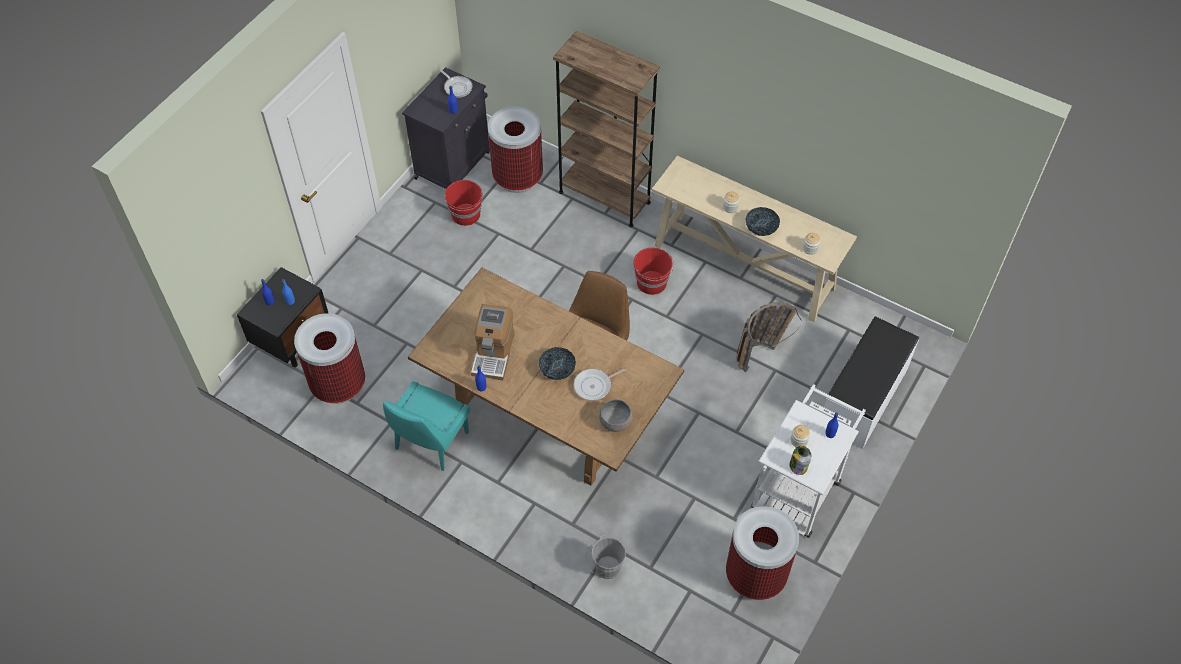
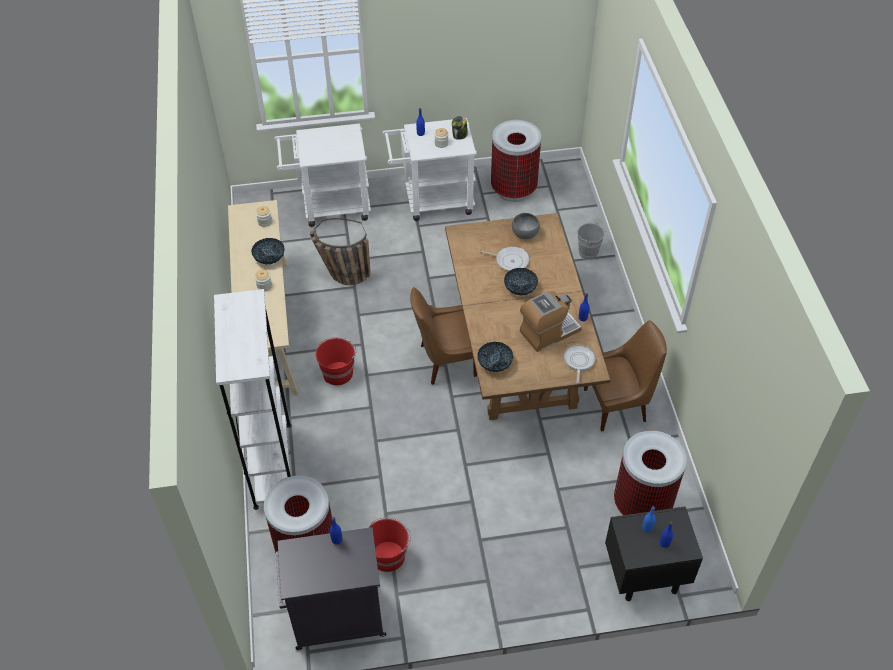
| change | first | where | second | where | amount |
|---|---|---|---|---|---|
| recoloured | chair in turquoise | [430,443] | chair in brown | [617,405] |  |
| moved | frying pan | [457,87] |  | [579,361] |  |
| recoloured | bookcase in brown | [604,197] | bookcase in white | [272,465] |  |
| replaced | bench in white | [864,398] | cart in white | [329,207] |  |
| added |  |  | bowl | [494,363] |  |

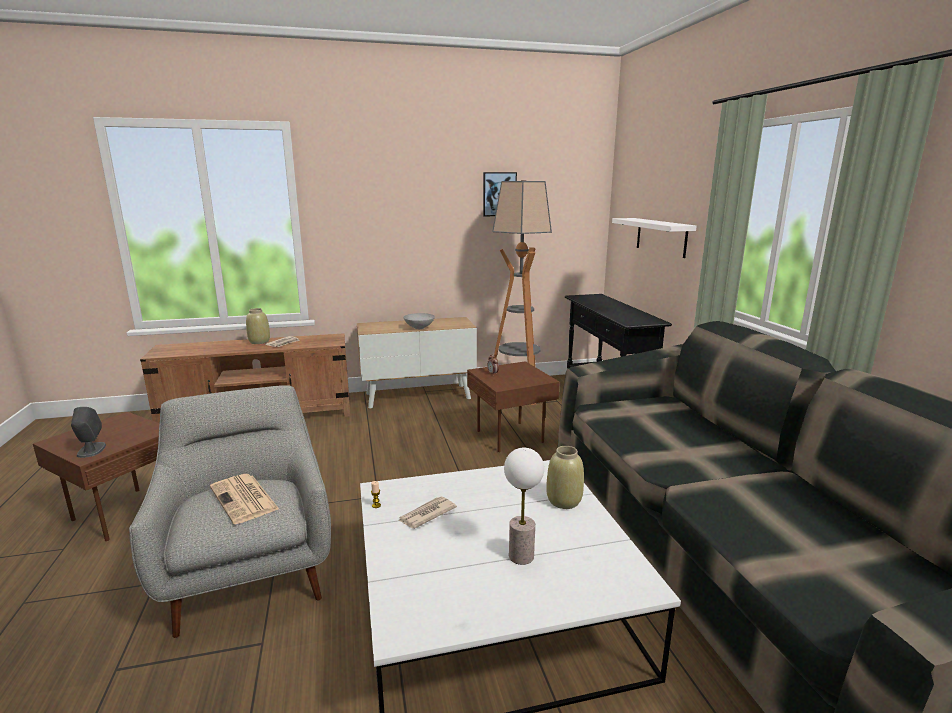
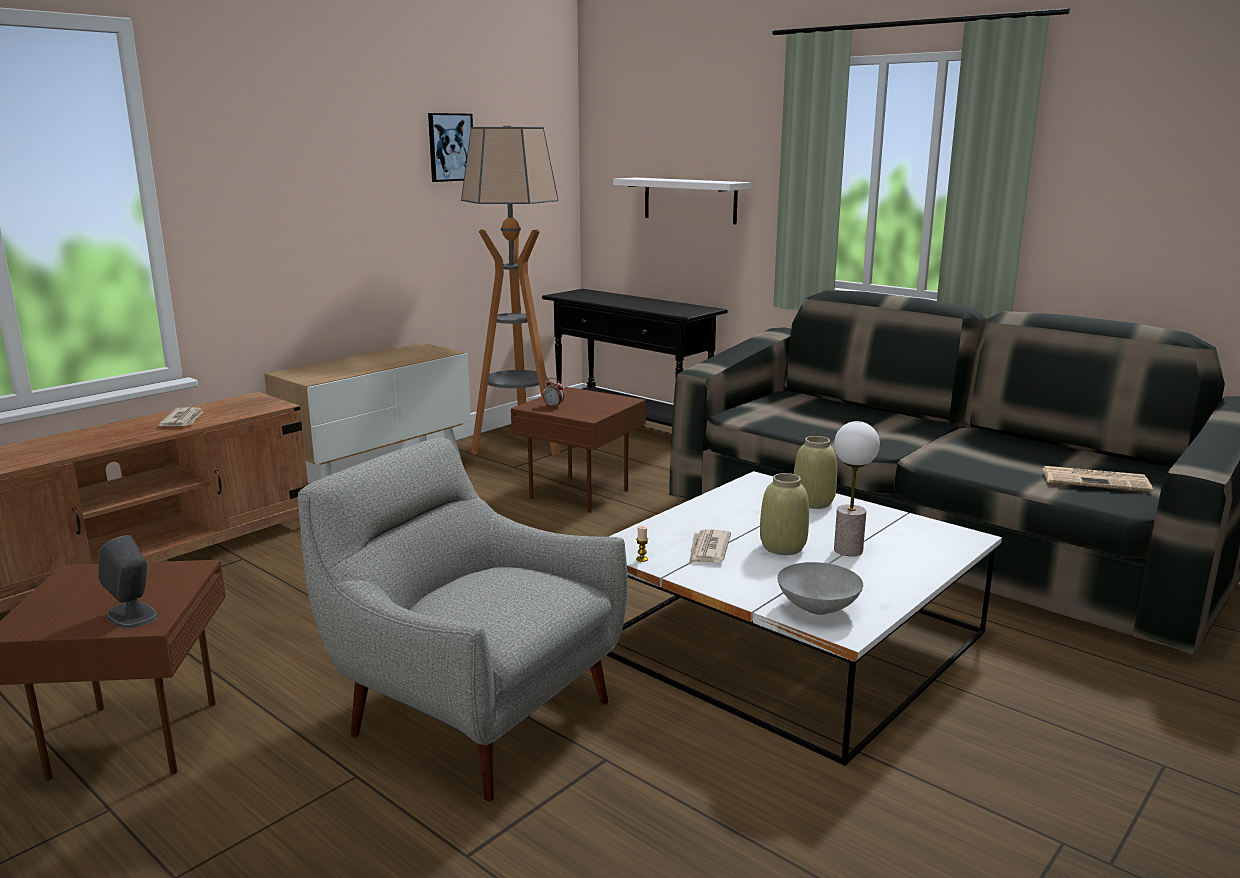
| change | first | where | second | where | amount |
|---|---|---|---|---|---|
| moved | newspaper | [244,499] |  | [1096,480] |  |
| moved | vase in beige | [259,342] |  | [783,547] |  |
| moved | bowl in grey | [418,328] |  | [816,609] |  |

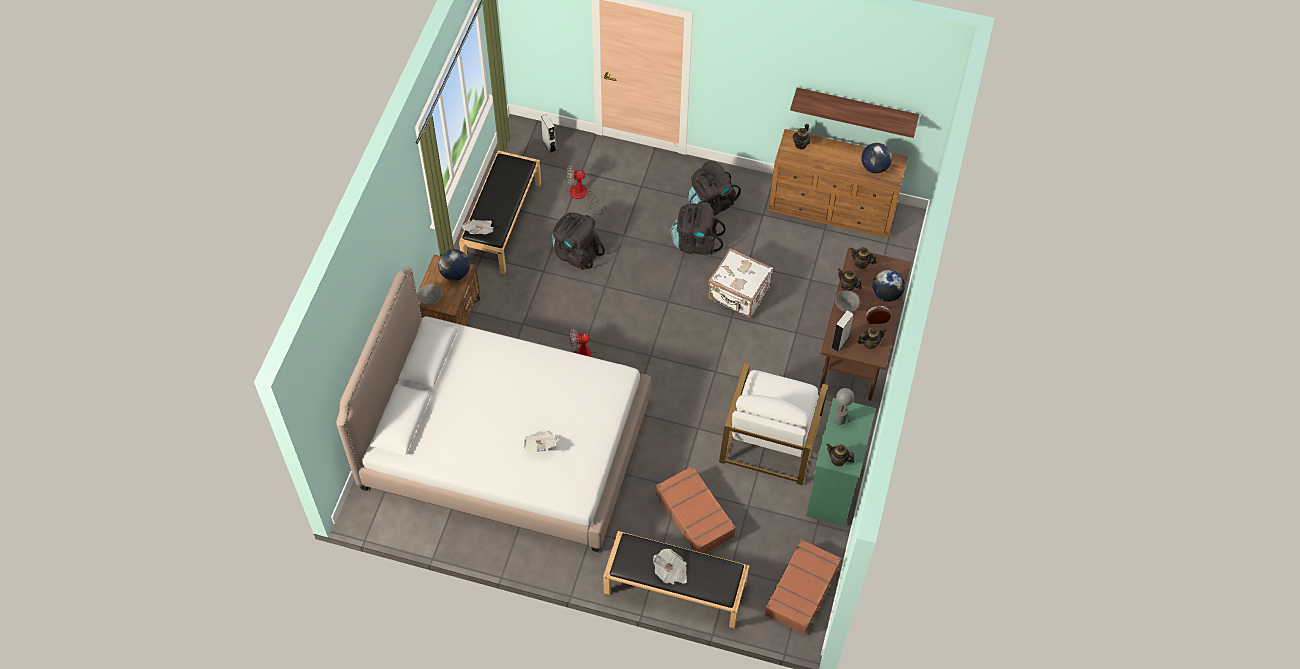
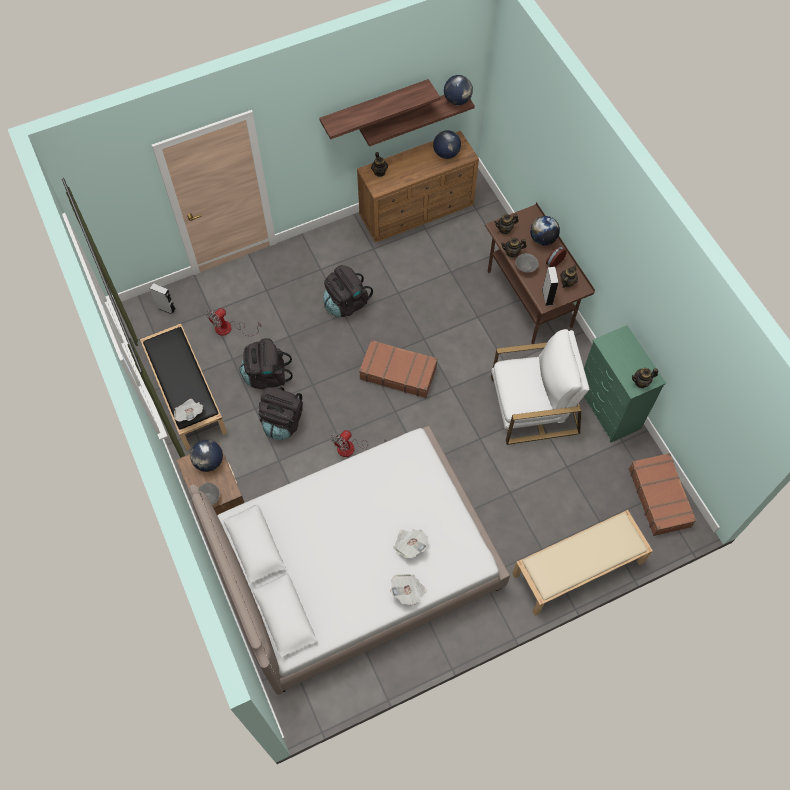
| change | first | where | second | where | amount |
|---|---|---|---|---|---|
| recoloured | bench in black | [674,588] | bench in beige | [577,569] |  |
| moved | newspaper | [671,572] |  | [408,591] |  |
| moved | suitcase in brown | [695,515] |  | [398,372] |  |
| moved | backpack in black | [711,203] |  | [283,421] |  |
| removed | suitcase in white | [738,294] |  |  |  |
| turned | armchair in white | [770,437] |  | [533,405] | 75 degrees counterclockwise |
| removed | table lamp in grey | [839,419] |  |  |  |
| added |  |  | shelf | [374,106] |  |
| added |  |  | globe | [457,100] |  |

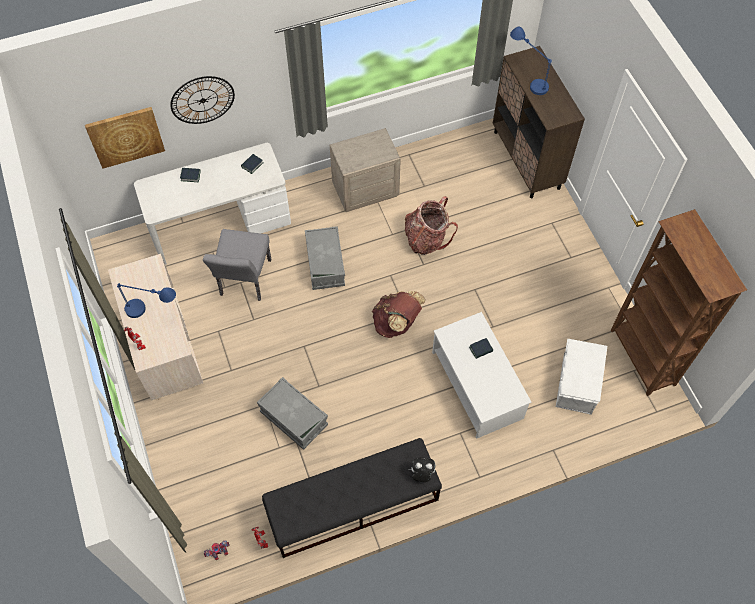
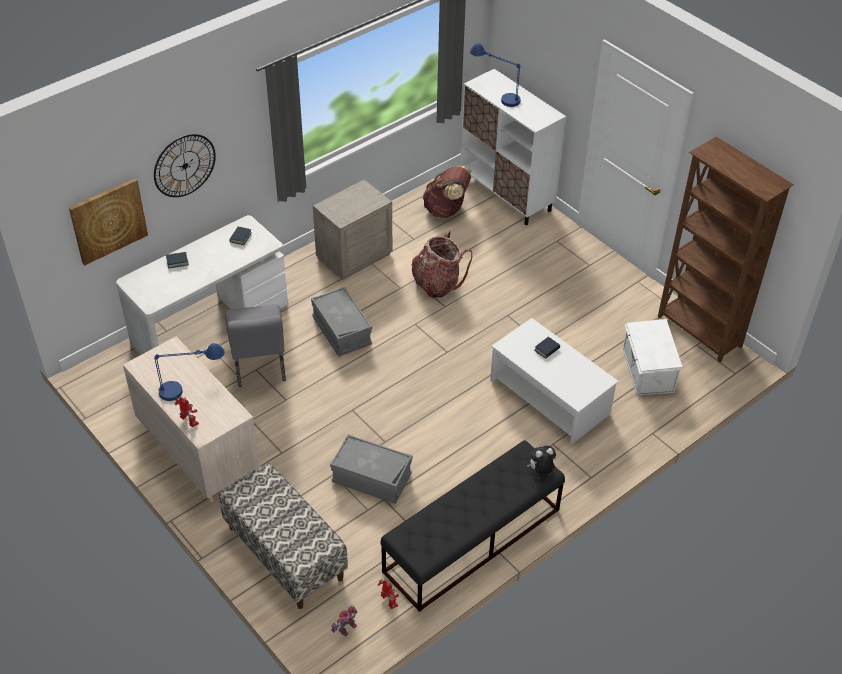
| change | first | where | second | where | amount |
|---|---|---|---|---|---|
| moved | backpack in brown | [397,323] |  | [446,210] |  |
| recoloured | cabinet in brown | [526,160] | cabinet in white | [506,194] |  |
| added |  |  | bench | [285,553] |  |

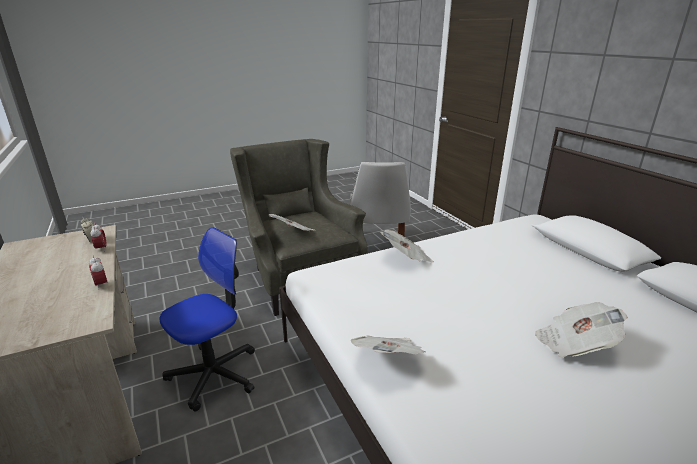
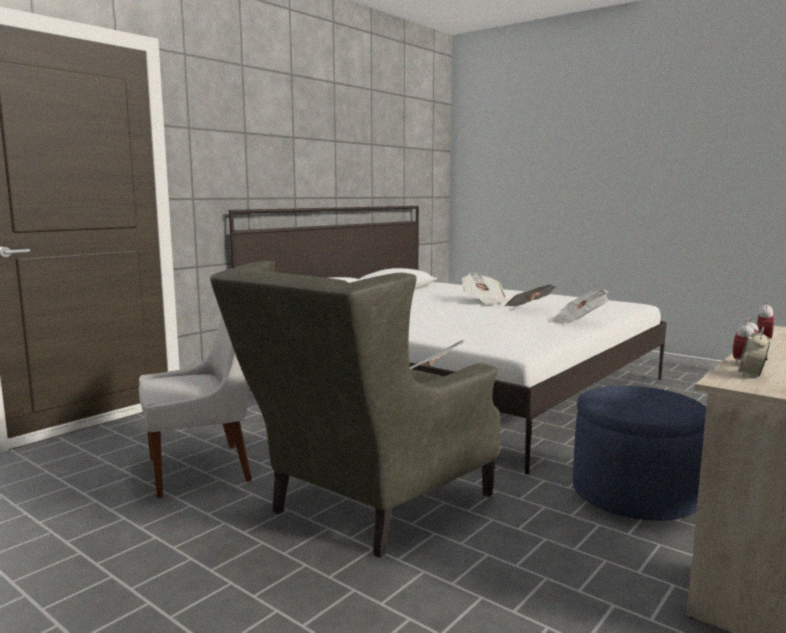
| change | first | where | second | where | amount |
|---|---|---|---|---|---|
| replaced | office chair | [214,374] | ottoman in blue | [634,495] |  |
| moved | newspaper | [406,259] |  | [528,309] |  |

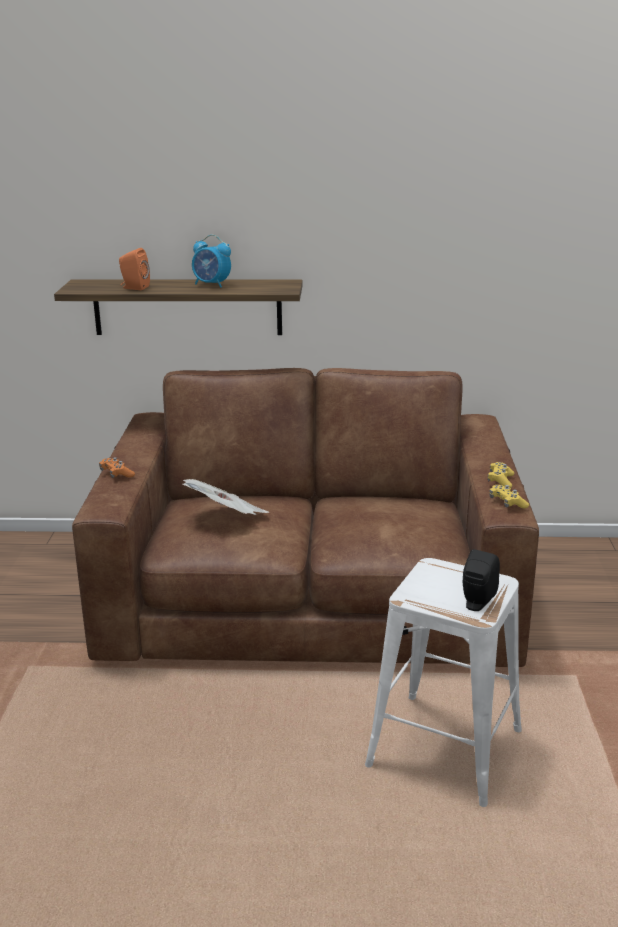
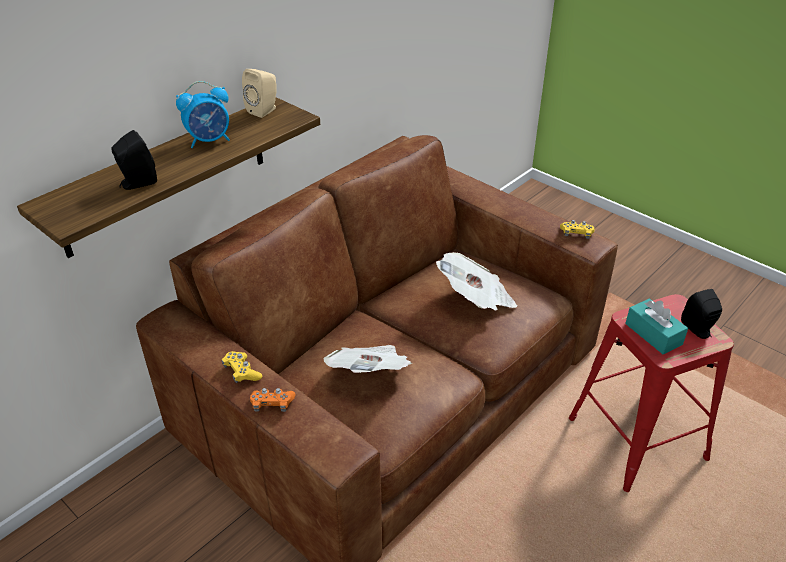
| change | first | where | second | where | amount |
|---|---|---|---|---|---|
| recoloured | speaker in orange | [134,288] | speaker in black | [137,183] |  |
| recoloured | stool in white | [445,747] | stool in red | [636,438] |  |
| moved | game controller in yellow | [500,481] |  | [242,372] |  |
| added |  |  | speaker in beige | [264,110] |  |
| added |  |  | newspaper | [476,299] |  |
| added |  |  | tissue box in turquoise | [653,334] |  |

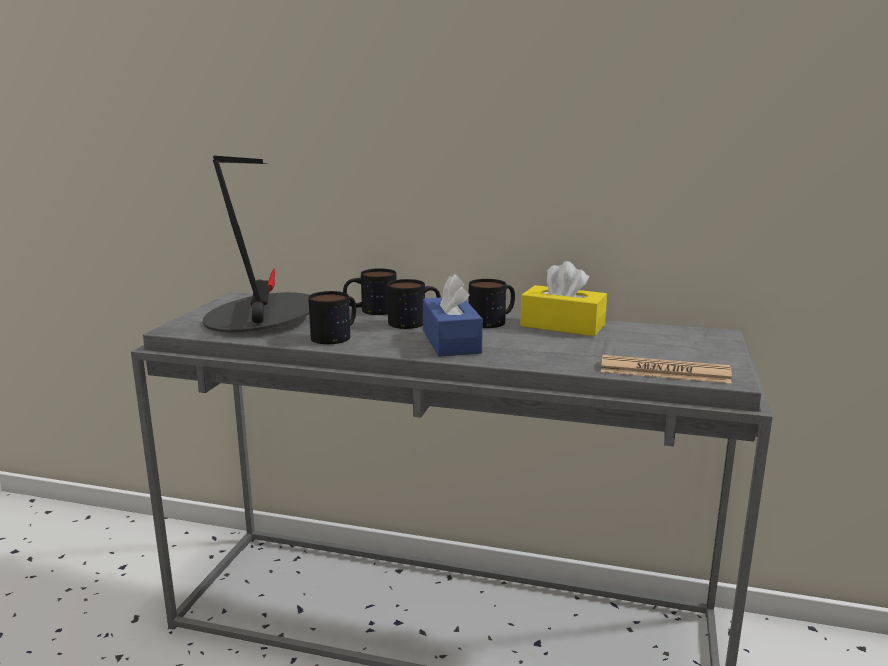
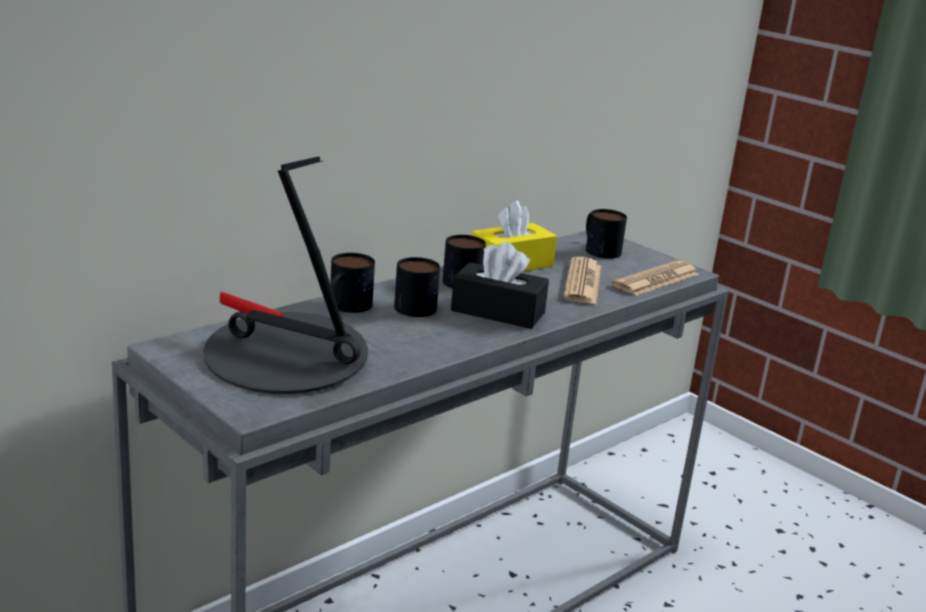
| change | first | where | second | where | amount |
|---|---|---|---|---|---|
| moved | mug | [337,335] |  | [598,249] |  |
| recoloured | tissue box in blue | [451,342] | tissue box in black | [498,312] |  |
| added |  |  | newspaper | [582,282] |  |

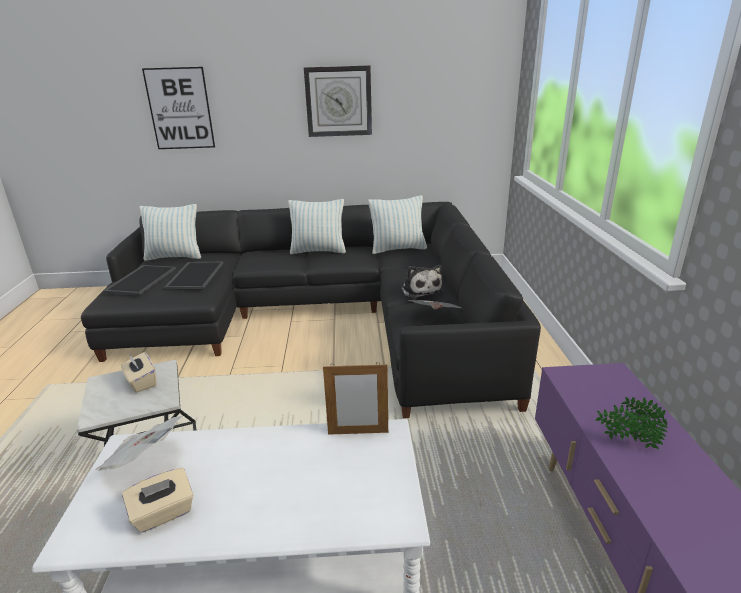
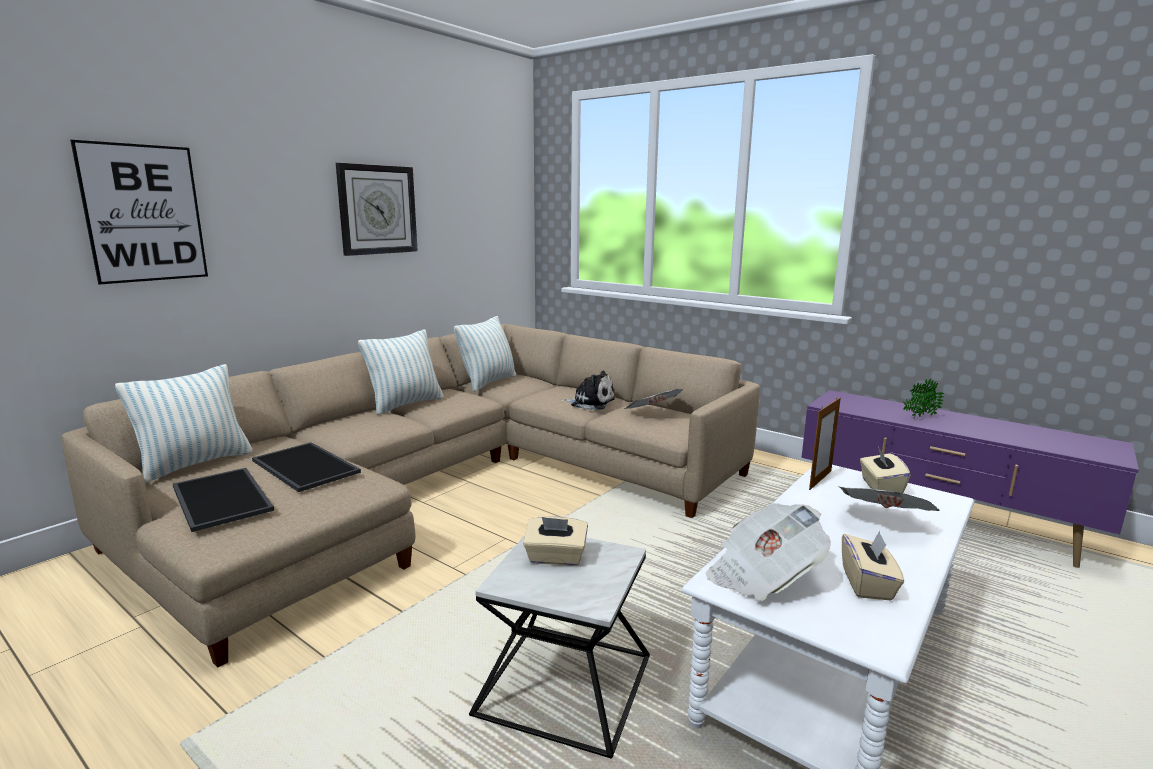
| change | first | where | second | where | amount |
|---|---|---|---|---|---|
| recoloured | sofa in black | [321,317] | sofa in beige | [450,485] |  |
| added |  |  | newspaper | [884,522] |  |
| added |  |  | tissue box in beige | [880,487] |  |

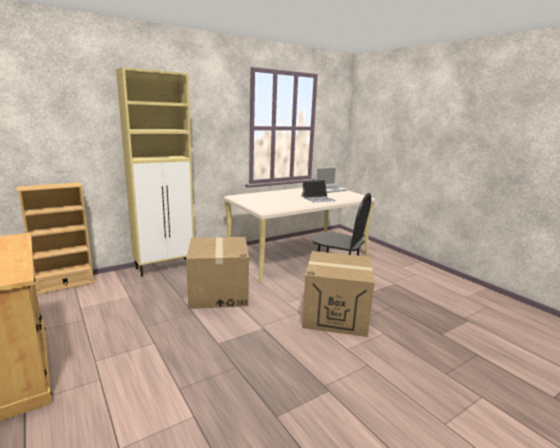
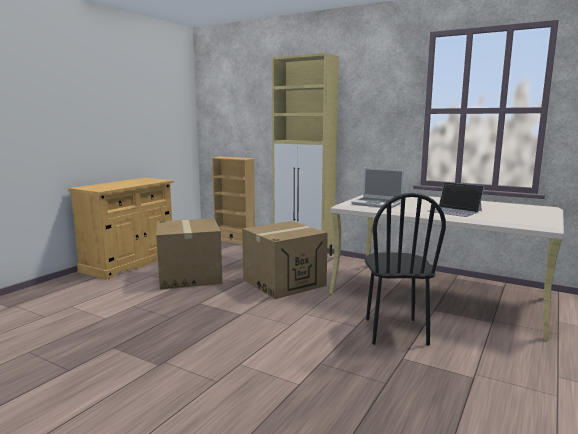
| change | first | where | second | where | amount |
|---|---|---|---|---|---|
| moved | cardboard box | [335,315] |  | [190,276] |  |
| moved | laptop | [330,189] |  | [377,204] |  |

